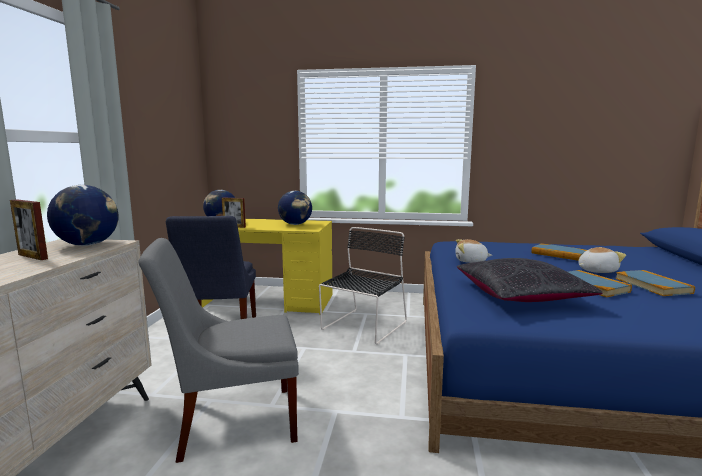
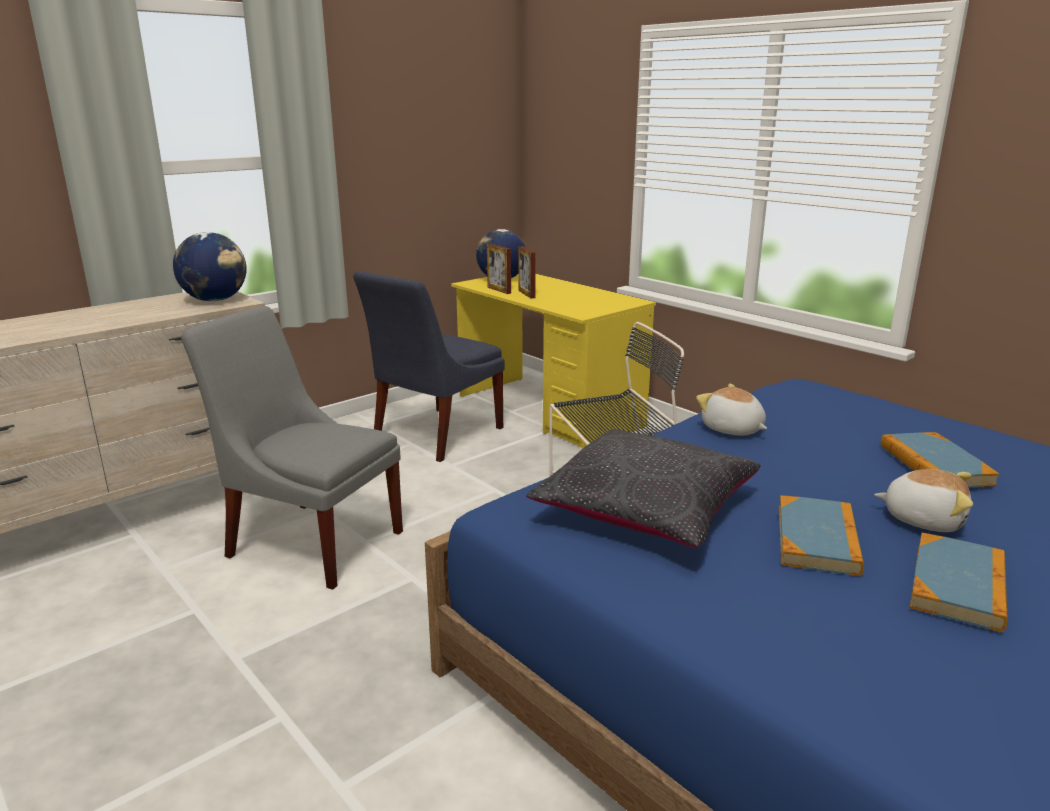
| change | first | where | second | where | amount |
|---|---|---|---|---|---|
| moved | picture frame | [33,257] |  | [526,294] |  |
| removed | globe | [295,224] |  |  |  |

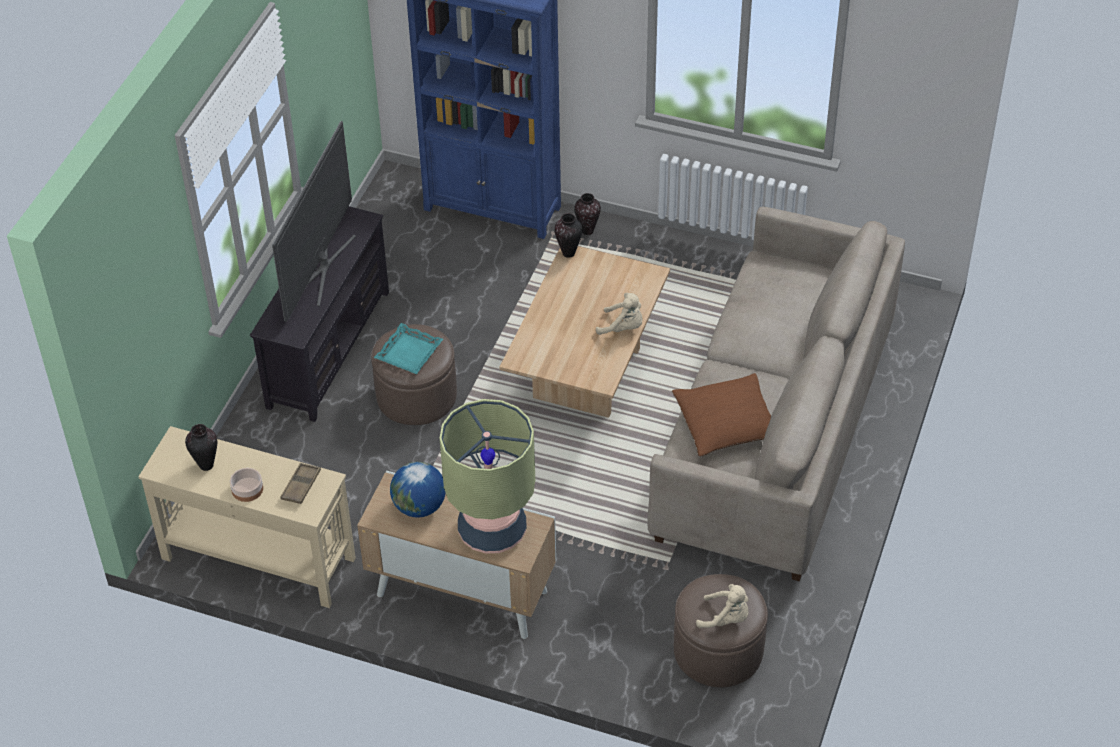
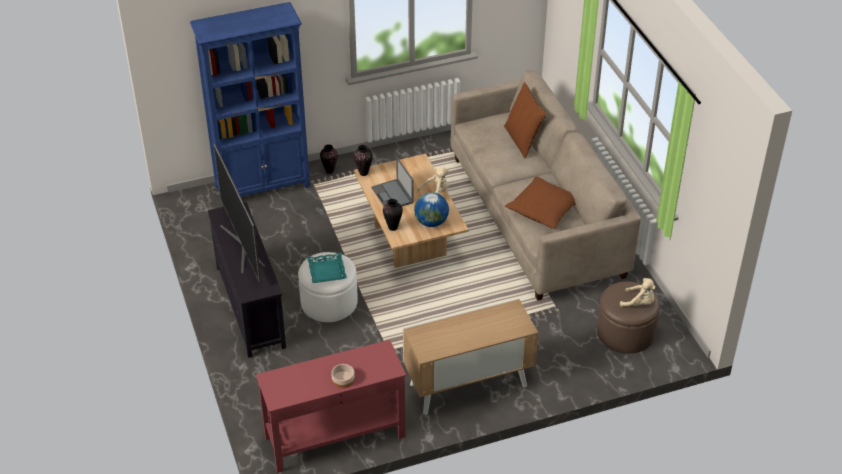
| change | first | where | second | where | amount |
|---|---|---|---|---|---|
| recoloured | console table in beige | [258,558] | console table in red | [334,437] |  |
| moved | vase | [206,465] |  | [392,228] |  |
| removed | tray in brown | [301,486] |  |  |  |
| recoloured | ottoman in brown | [416,395] | ottoman in white | [329,302] |  |
| moved | globe | [419,507] |  | [431,222] |  |
| removed | table lamp | [492,530] |  |  |  |
| turned | plush toy in beige | [726,618] |  | [639,303] | 45 degrees clockwise |
| added |  |  | laptop | [392,195] |  |
| added |  |  | pillow in brown | [523,140] |  |

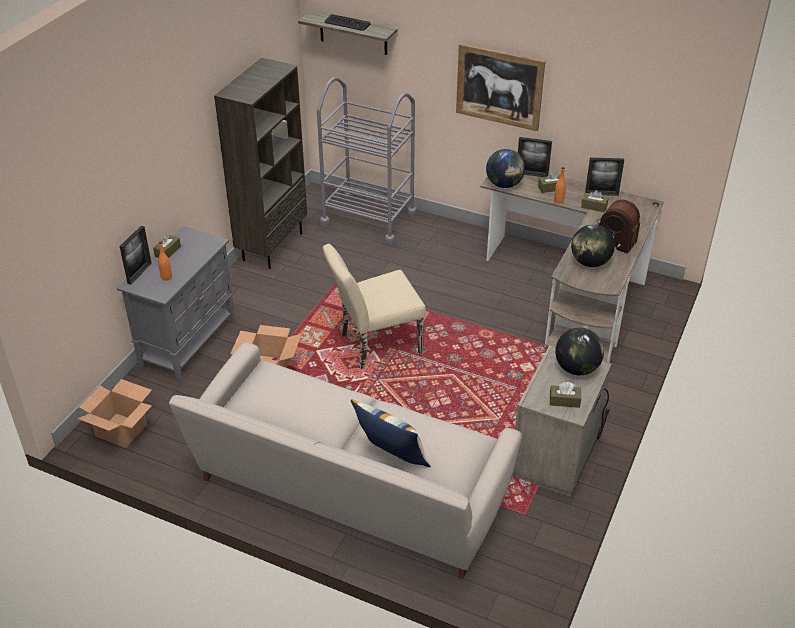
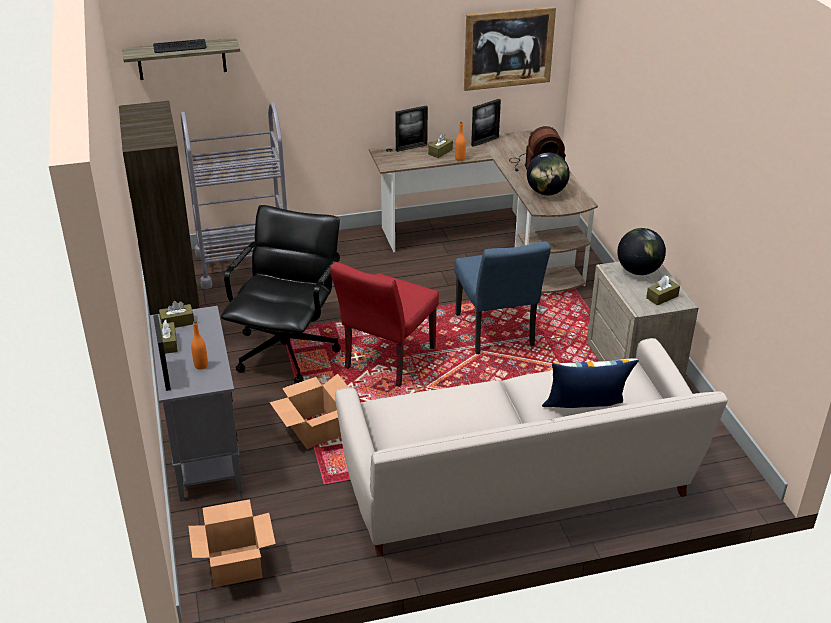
| change | first | where | second | where | amount |
|---|---|---|---|---|---|
| recoloured | chair in beige | [374,345] | chair in red | [385,362] |  |
| moved | picture | [499,87] |  | [508,48] |  |
| removed | globe | [504,184] |  |  |  |
| moved | tissue box in brown | [594,206] |  | [177,322] |  |
| added |  |  | office chair in black | [287,351] |  |
| added |  |  | chair in blue | [496,334] |  |

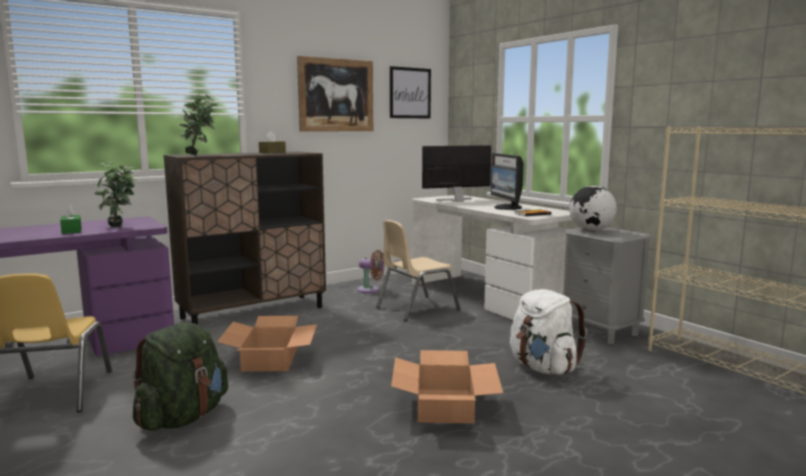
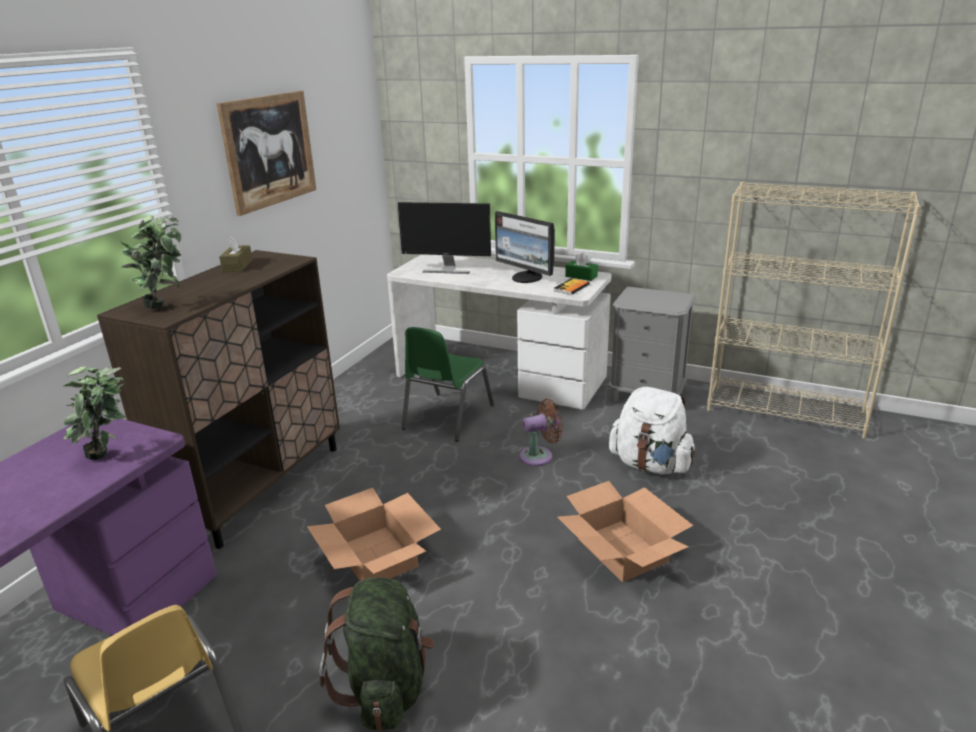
| change | first | where | second | where | amount |
|---|---|---|---|---|---|
| moved | tissue box in green | [71,230] |  | [581,276] |  |
| moved | fan in brown | [370,290] |  | [539,456] |  |
| recoloured | chair in beige | [416,308] | chair in green | [447,417] |  |
| removed | picture | [410,93] |  |  |  |
| turned | monitor | [457,200] |  | [447,269] | 120 degrees counterclockwise |
| removed | globe | [591,231] |  |  |  |

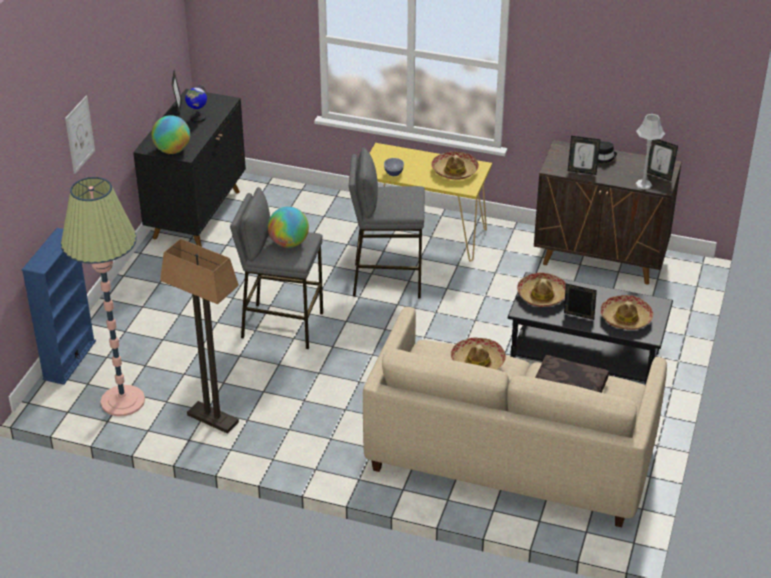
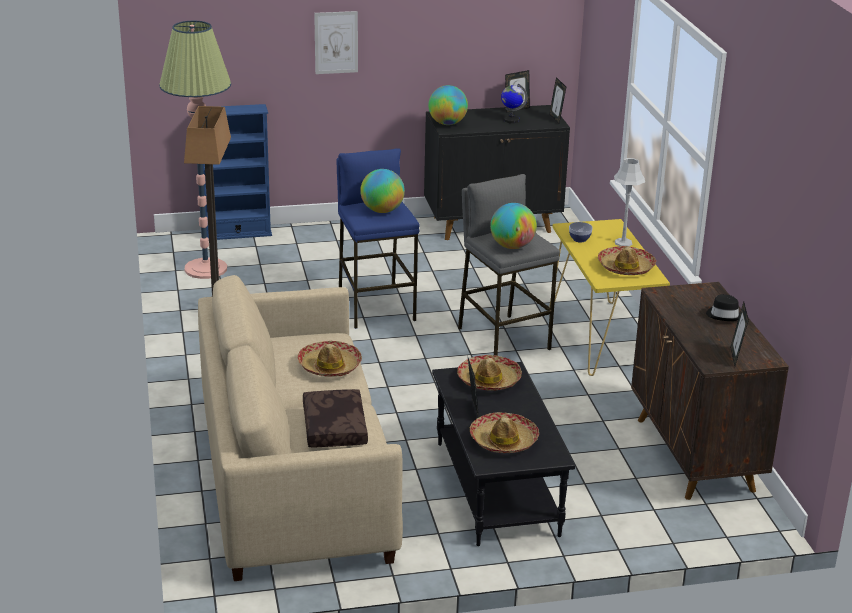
| change | first | where | second | where | amount |
|---|---|---|---|---|---|
| recoloured | stool in grey | [282,325] | stool in blue | [376,306] |  |
| moved | picture frame | [582,171] |  | [556,119] |  |
| moved | table lamp in grey | [643,184] |  | [623,243] |  |
| added |  |  | globe | [512,246] |  |

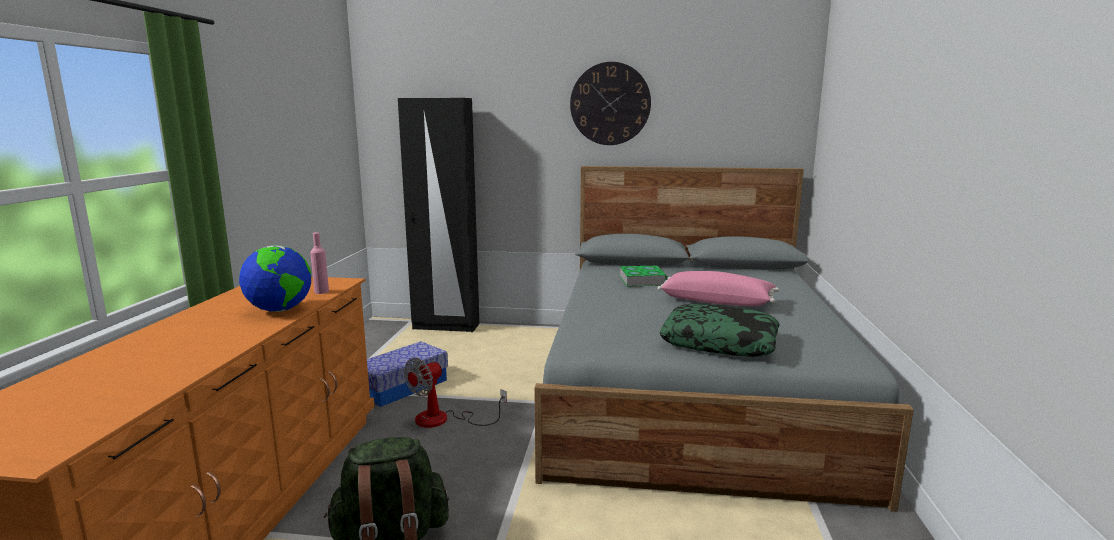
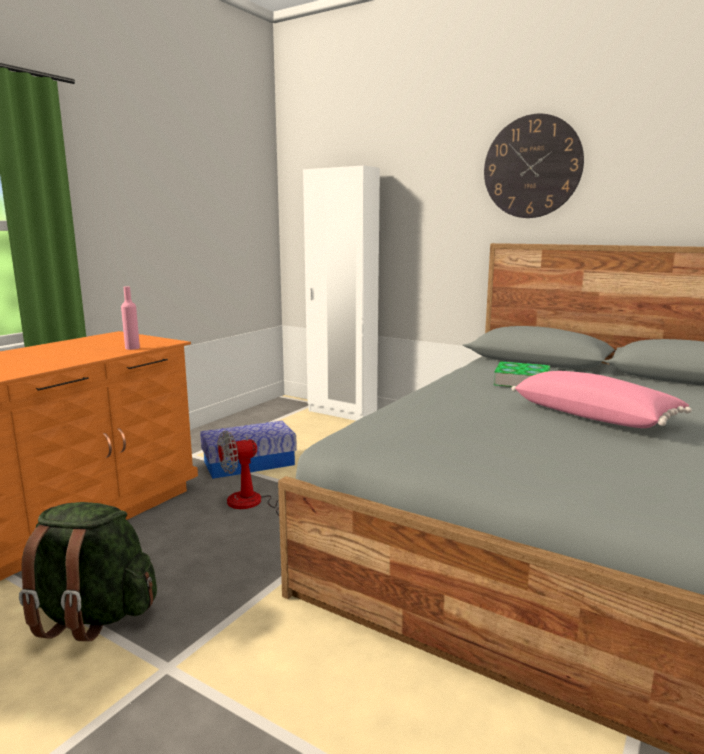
| change | first | where | second | where | amount |
|---|---|---|---|---|---|
| removed | globe | [280,310] |  |  |  |
| recoloured | wardrobe in black | [446,326] | wardrobe in white | [341,413] |  |
| removed | pillow | [719,342] |  |  |  |

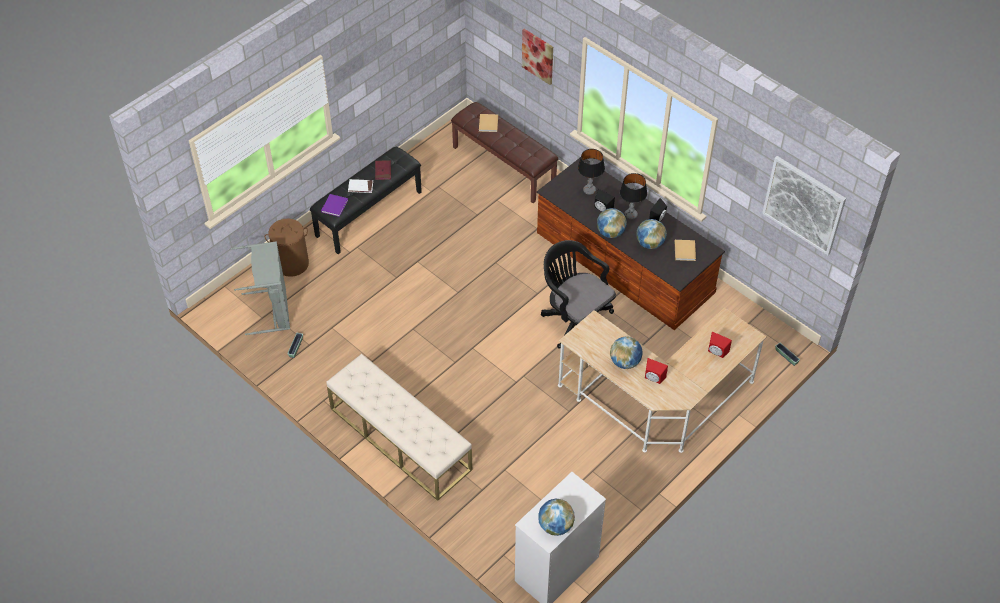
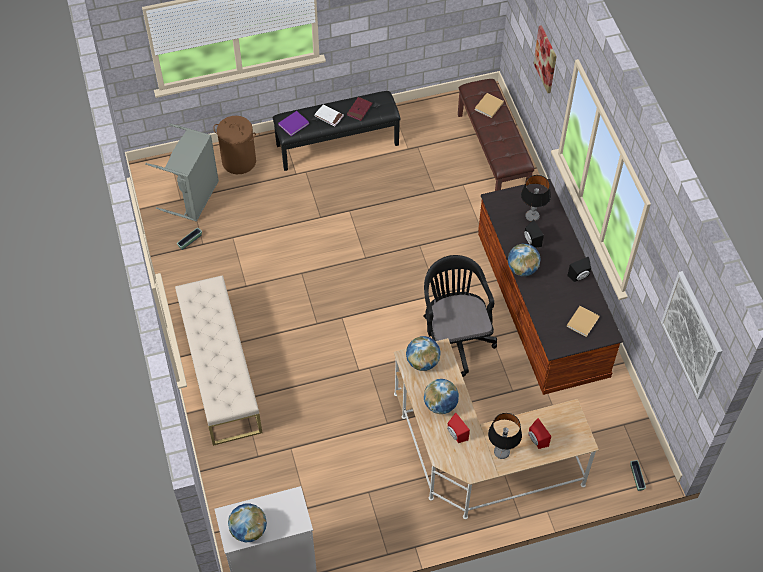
| change | first | where | second | where | amount |
|---|---|---|---|---|---|
| moved | table lamp | [631,215] |  | [501,452] |  |
| moved | globe | [650,243] |  | [422,362] |  |

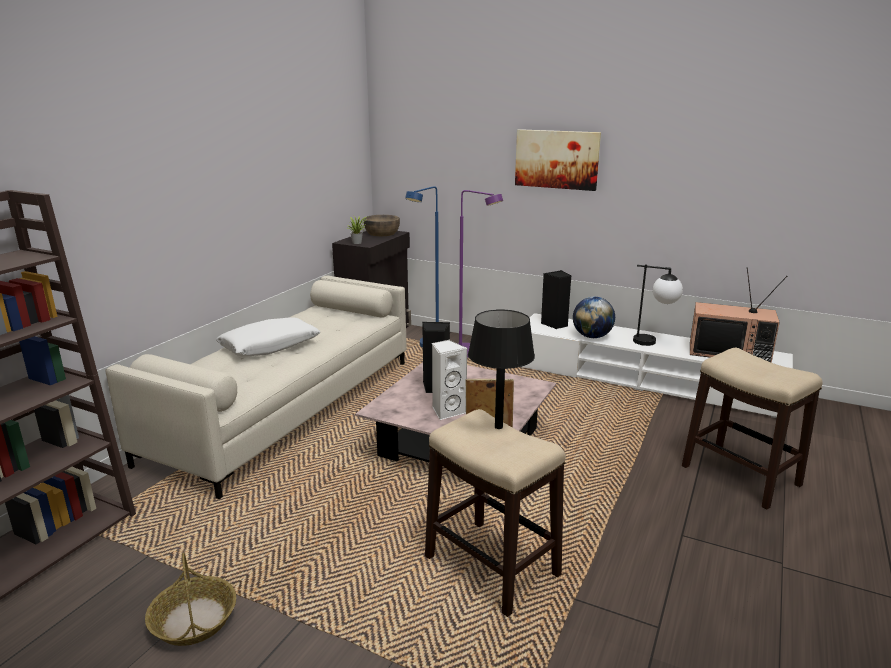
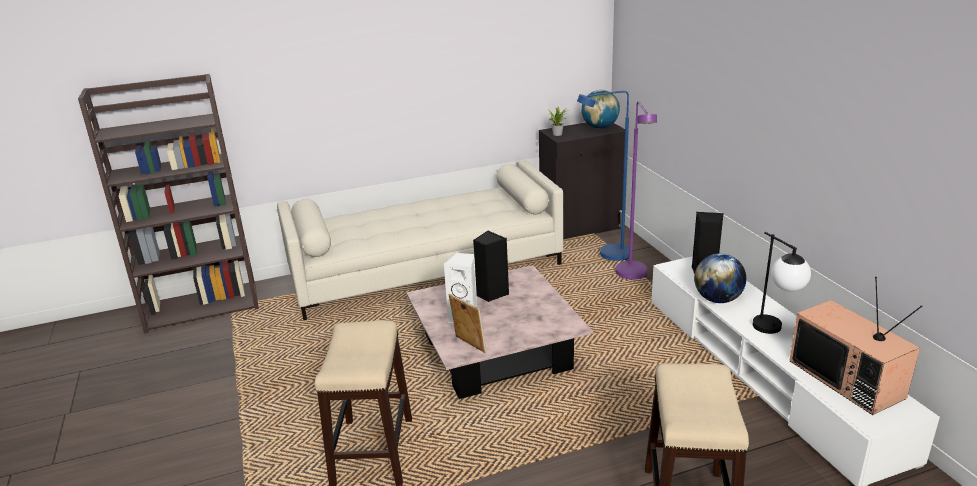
| change | first | where | second | where | amount |
|---|---|---|---|---|---|
| removed | basket | [193,619] |  |  |  |
| removed | pillow in white | [269,346] |  |  |  |
| replaced | bowl in brown | [382,233] | globe | [600,127] |  |
| removed | table lamp in black | [498,427] |  |  |  |
| removed | picture | [557,159] |  |  |  |

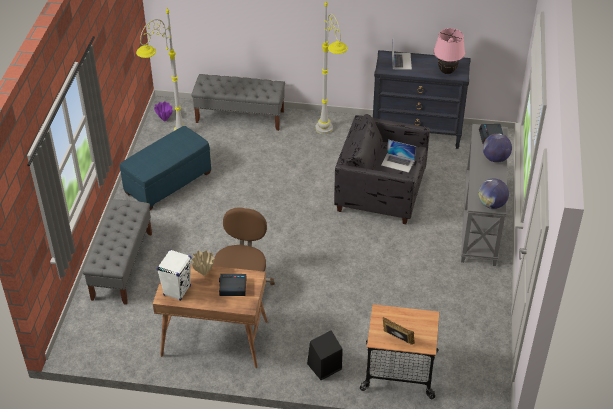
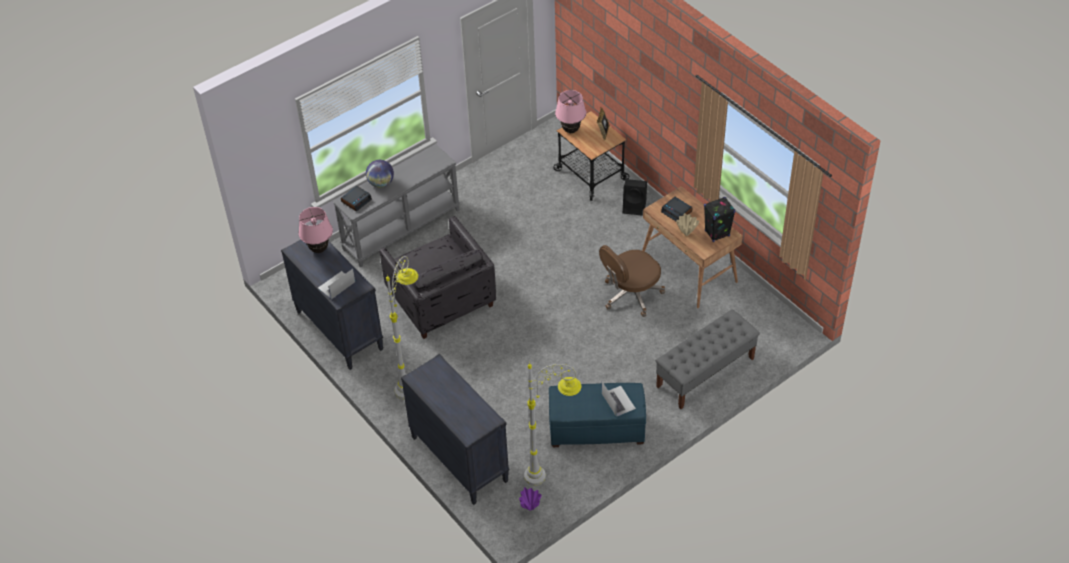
| change | first | where | second | where | amount |
|---|---|---|---|---|---|
| recoloured | speaker in white | [177,290] | speaker in black | [717,233] |  |
| replaced | bench in grey | [240,117] | dresser in black | [459,459] |  |
| moved | laptop | [398,162] |  | [618,401] |  |
| removed | globe | [491,204] |  |  |  |
| added |  |  | table lamp in pink | [570,130] |  |

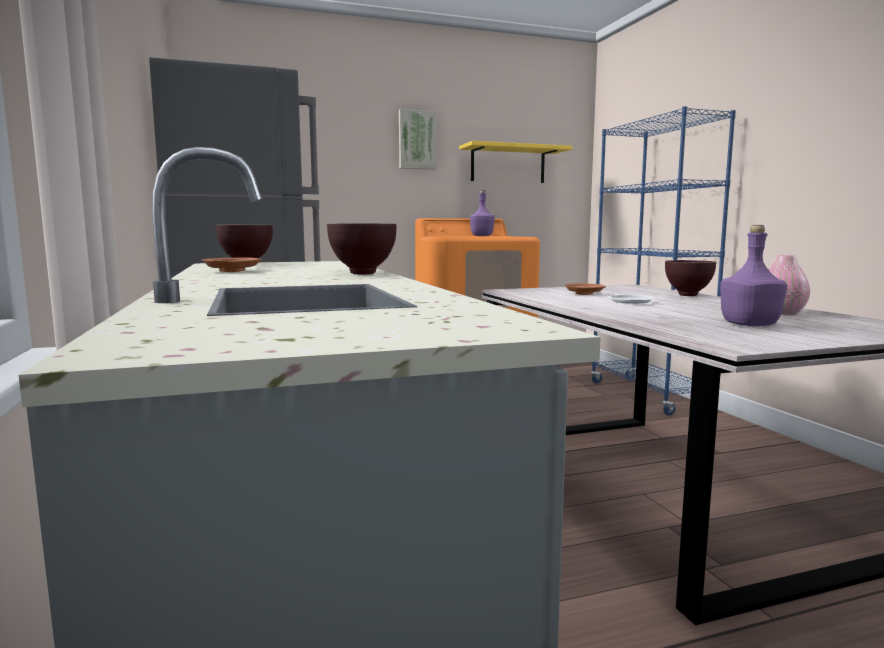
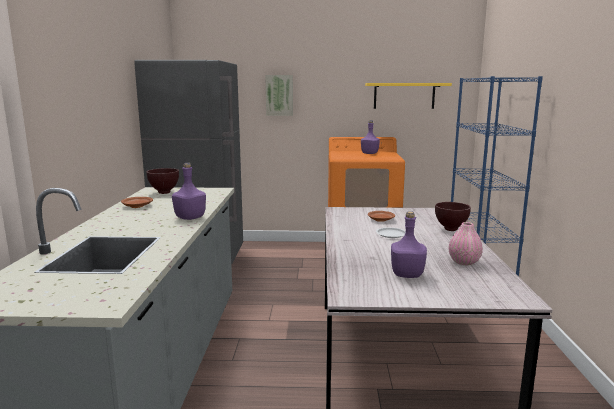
| change | first | where | second | where | amount |
|---|---|---|---|---|---|
| replaced | bowl in brown | [364,273] | bottle in purple | [190,218] |  |
| moved | picture | [417,140] |  | [279,95] |  |

